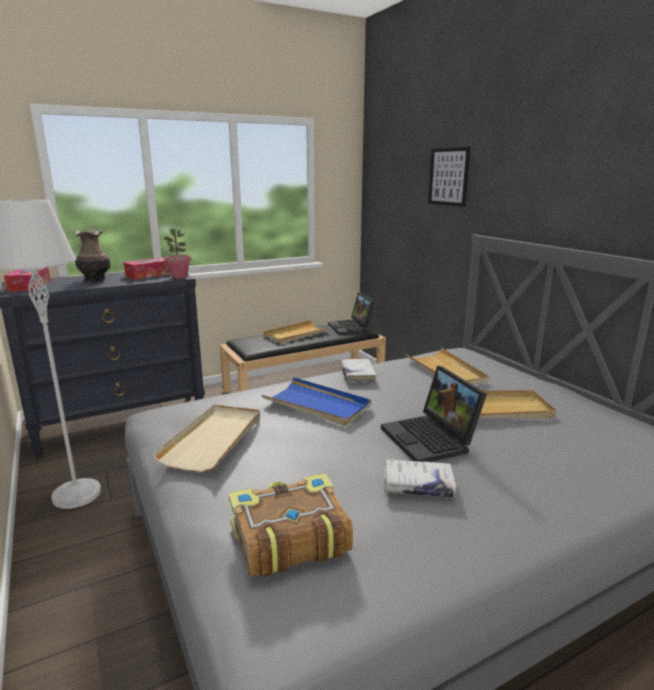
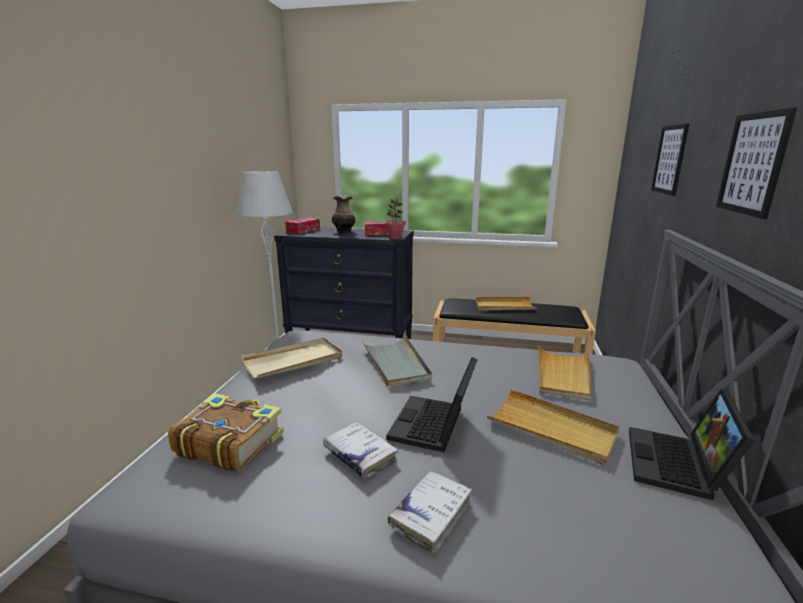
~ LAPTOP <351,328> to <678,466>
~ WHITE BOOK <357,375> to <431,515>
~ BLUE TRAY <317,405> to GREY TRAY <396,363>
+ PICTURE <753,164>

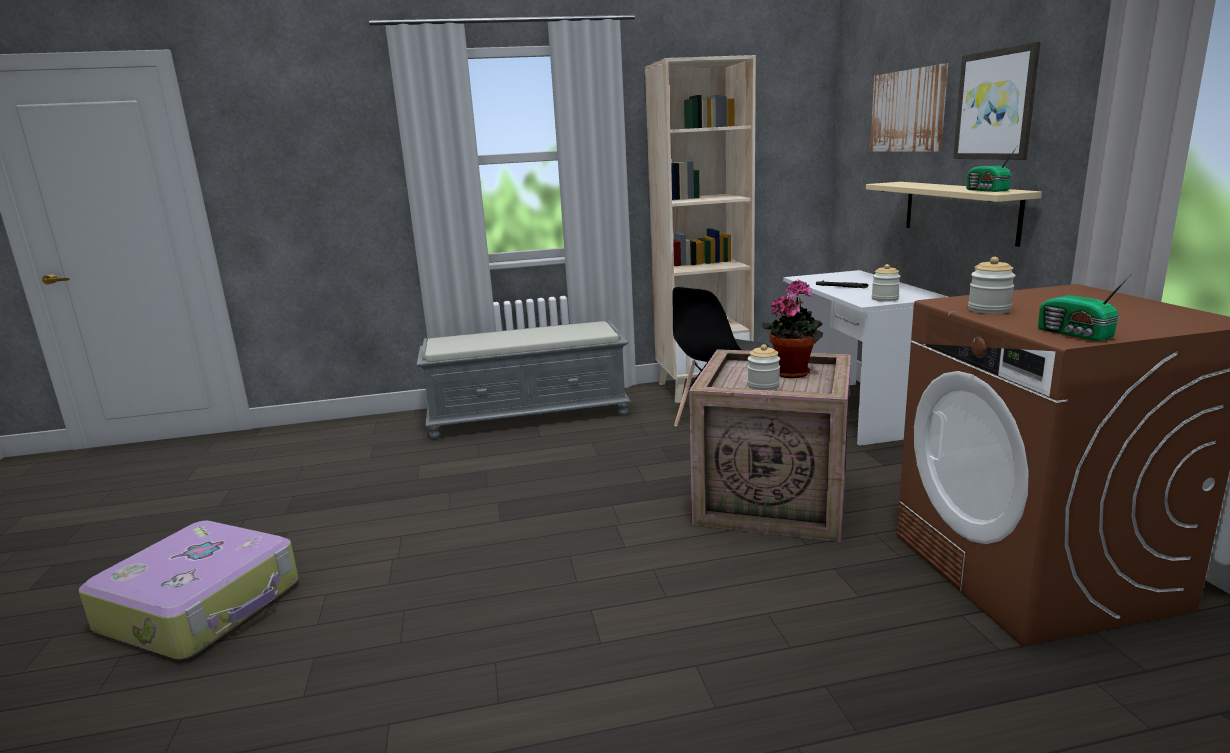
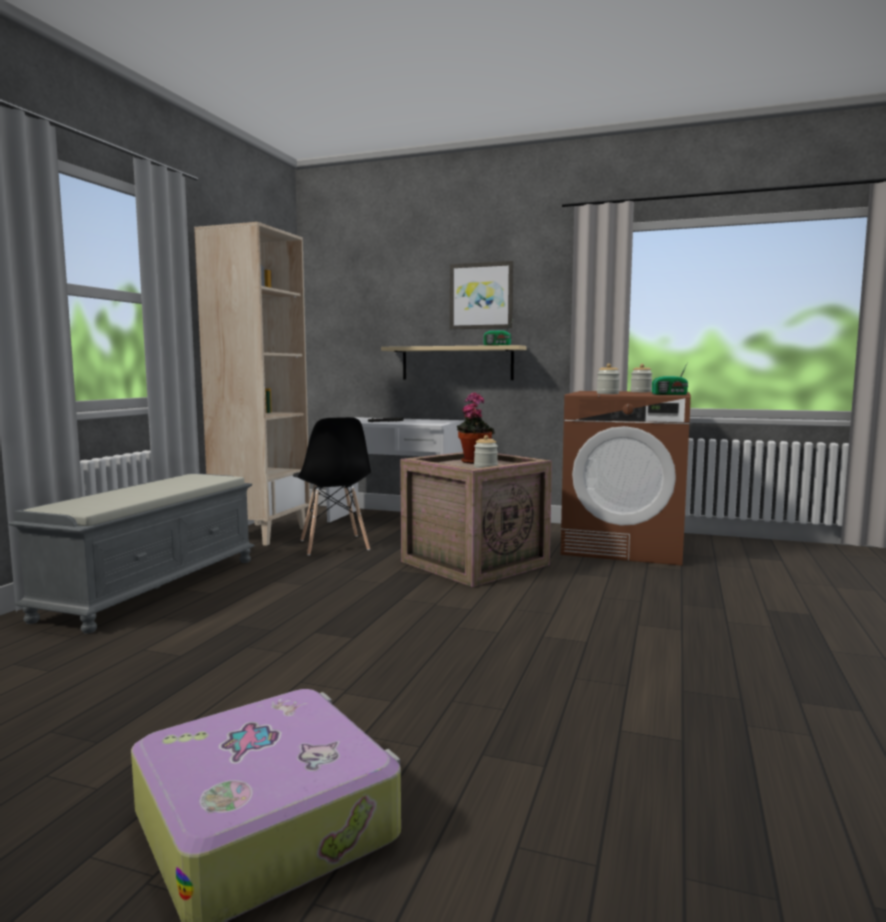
- PICTURE <908,111>
~ JAR <885,299> to <641,392>

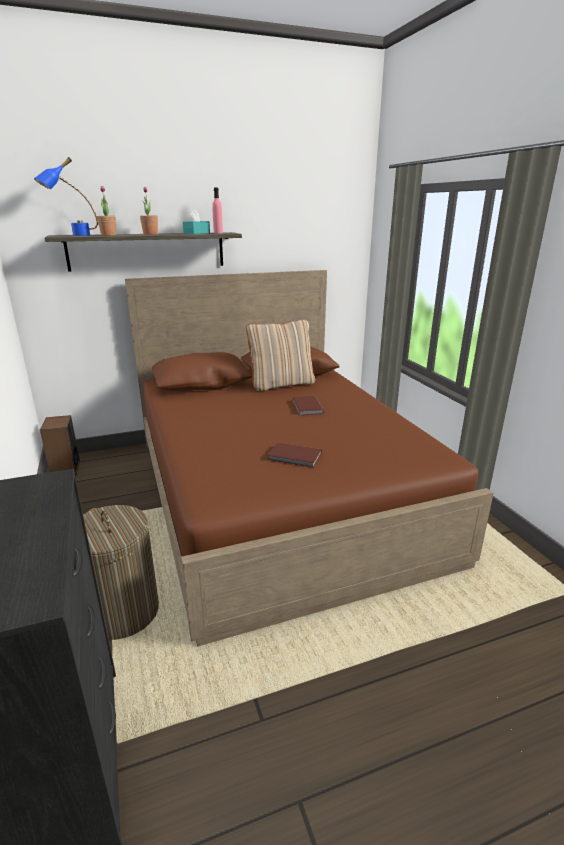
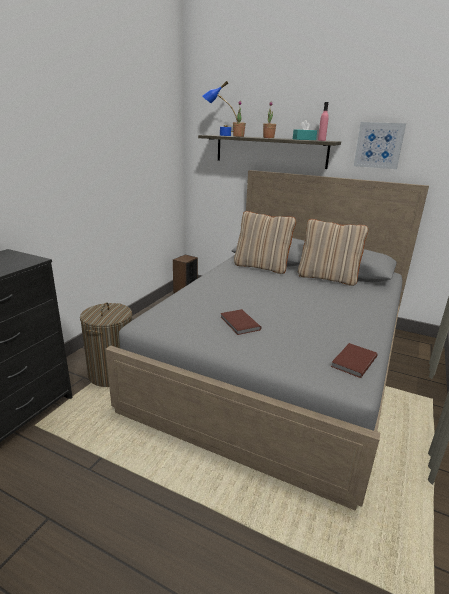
~ BROWN BED <279,493> to GREY BED <280,363>
~ BROWN BOOK <306,407> to <352,361>
+ PICTURE <379,145>
+ BEIGE PILLOW <262,267>

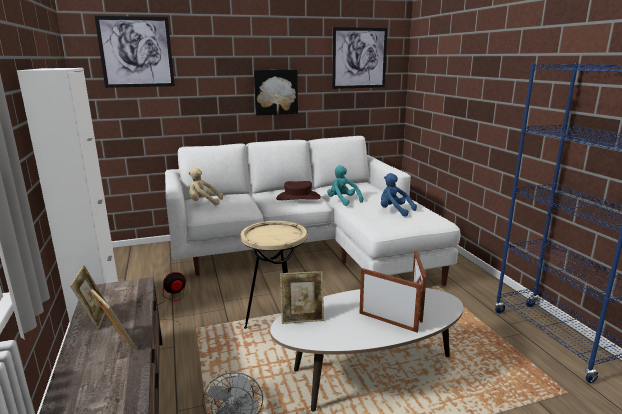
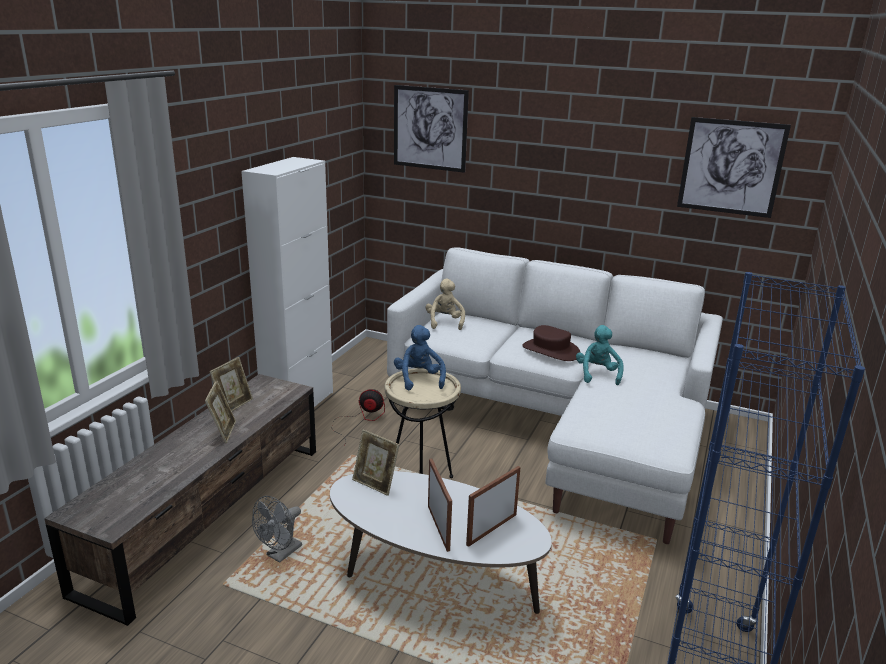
- PICTURE <275,92>
~ BEIGE PLUSH TOY <204,203> = <444,322> 45 degrees clockwise
~ BLUE PLUSH TOY <394,211> to <419,379>

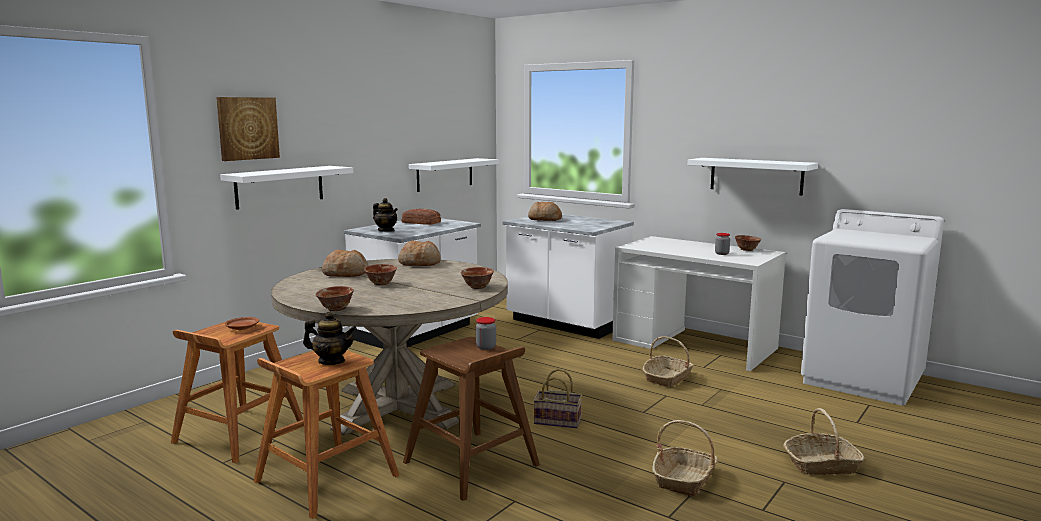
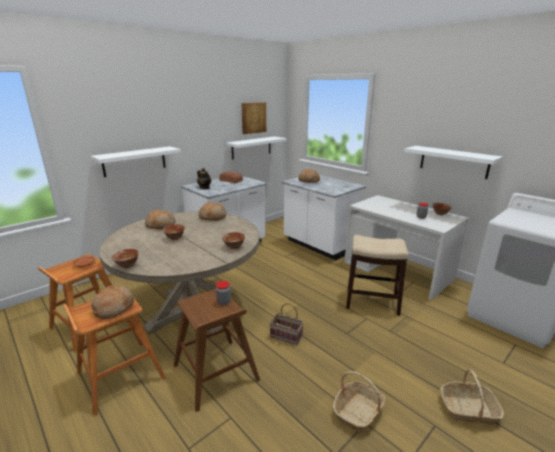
~ PICTURE <247,128> to <253,117>
~ TEAPOT <331,361> to BREAD <114,308>
~ BASKET <667,378> to STOOL <371,301>

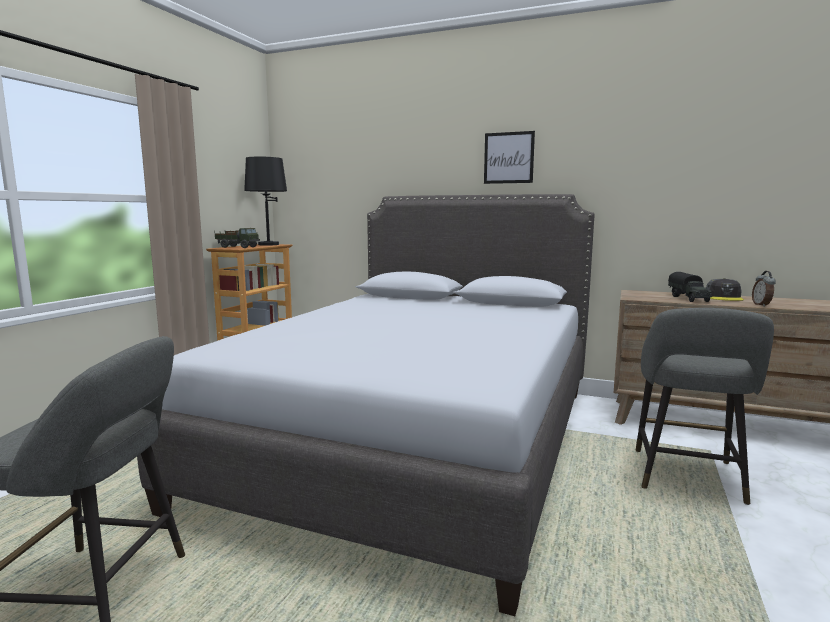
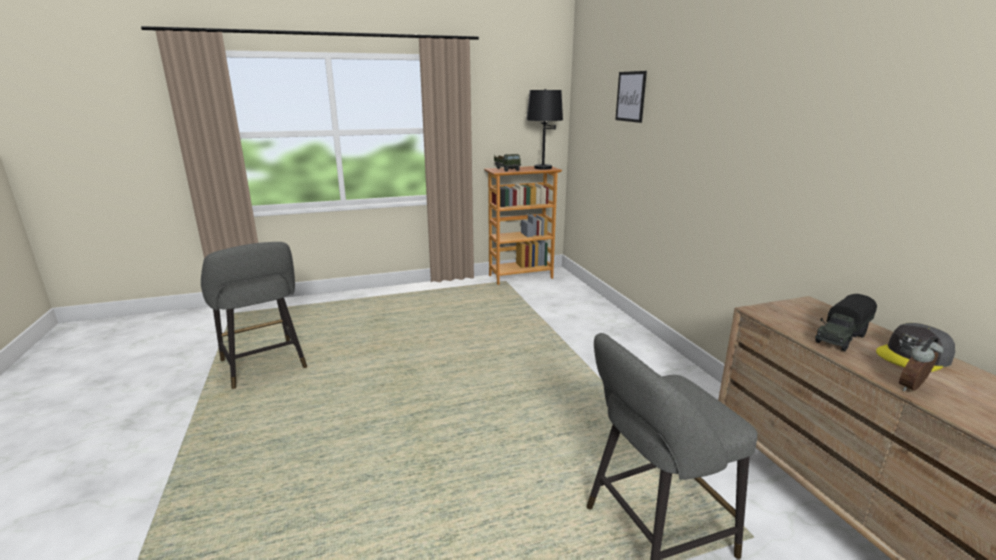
~ PICTURE <508,158> to <630,96>
- GREY BED <416,440>

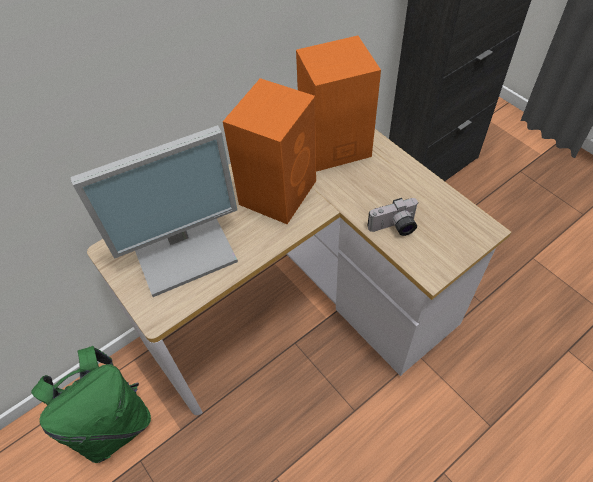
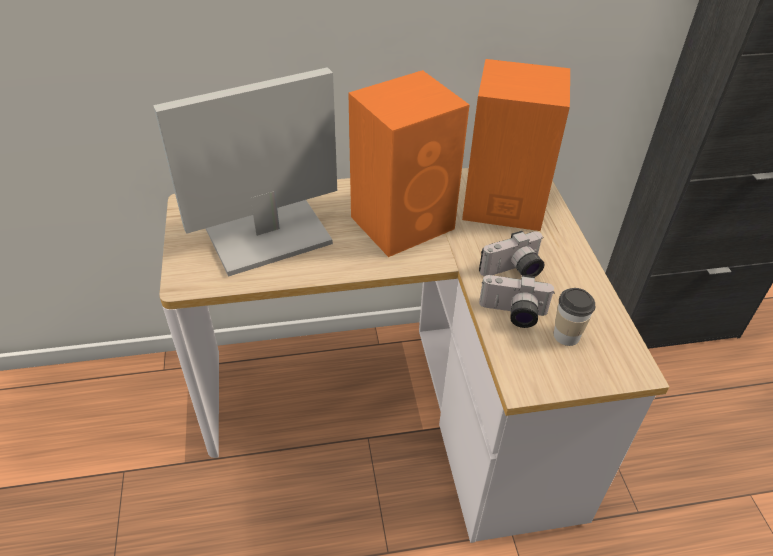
~ MONITOR <184,247> = <263,232> 150 degrees clockwise
- GREEN BACKPACK <113,423>
+ PHOTO CAMERA <513,271>
+ CUP <566,335>

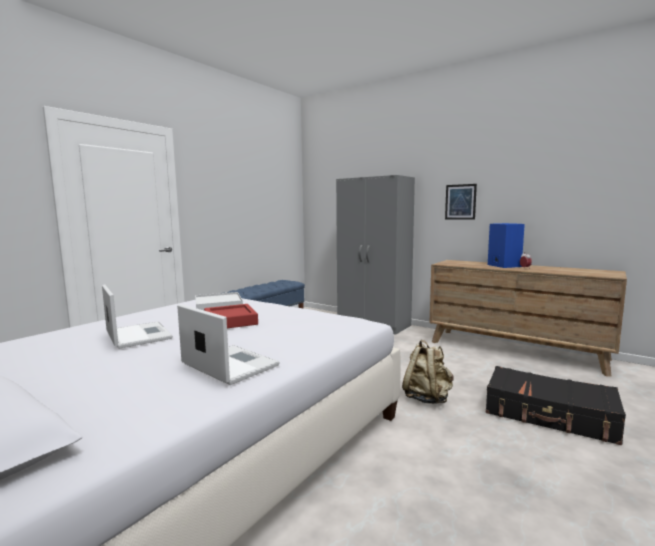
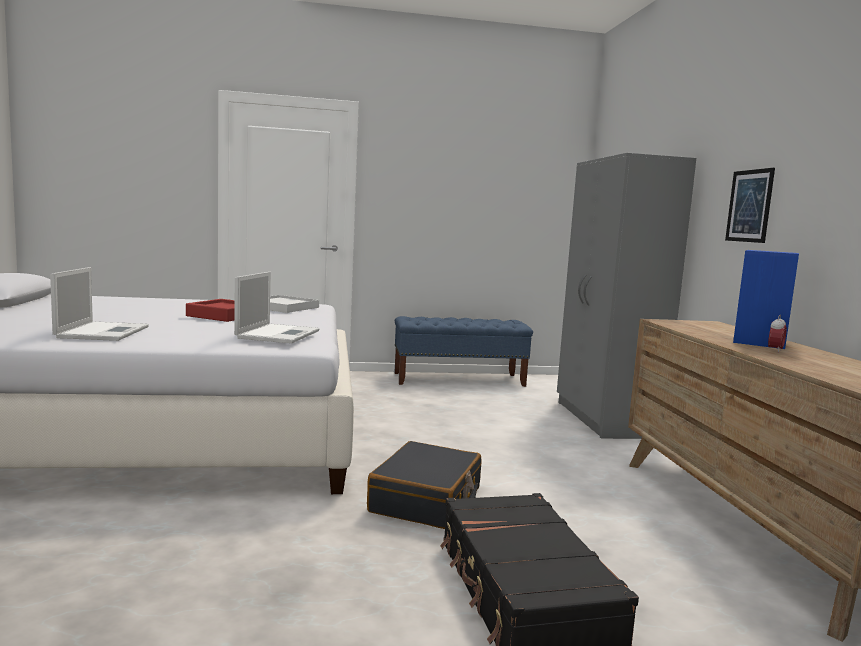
~ LAPTOP <138,335> to <278,334>
~ BEIGE BACKPACK <427,398> to BLACK SUITCASE <426,500>

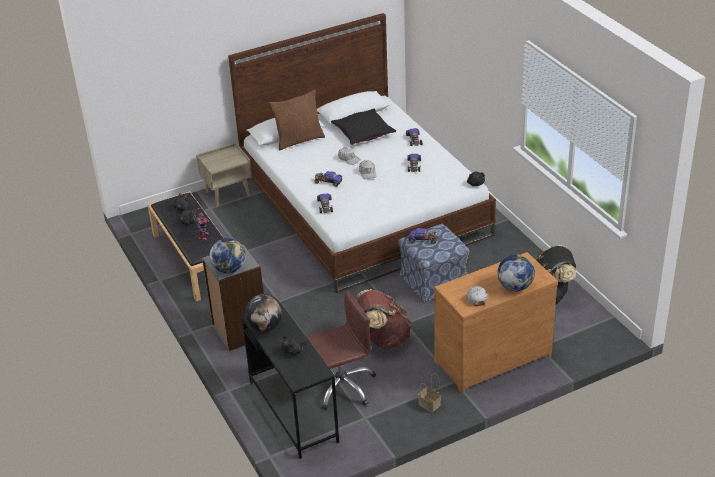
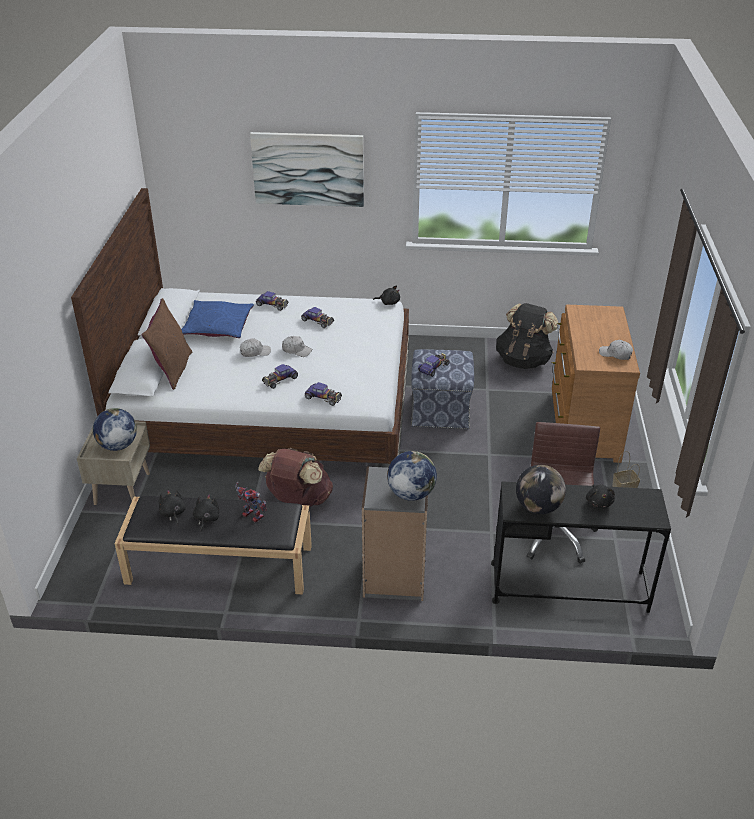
~ BLACK PILLOW <363,132> to BLUE PILLOW <217,327>
~ GLOBE <515,286> to <117,445>
~ BROWN BACKPACK <384,338> to <298,500>
+ PICTURE <308,169>

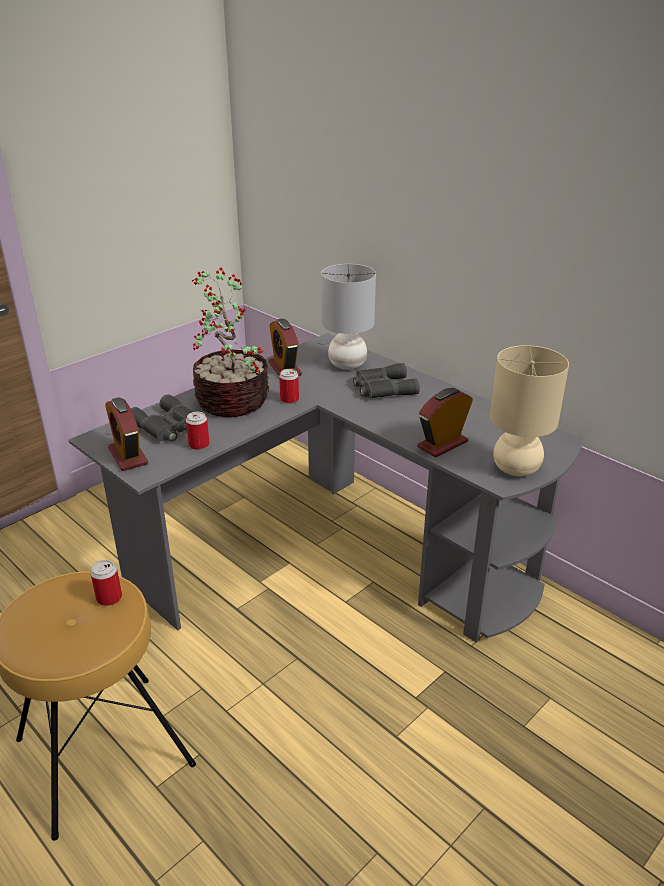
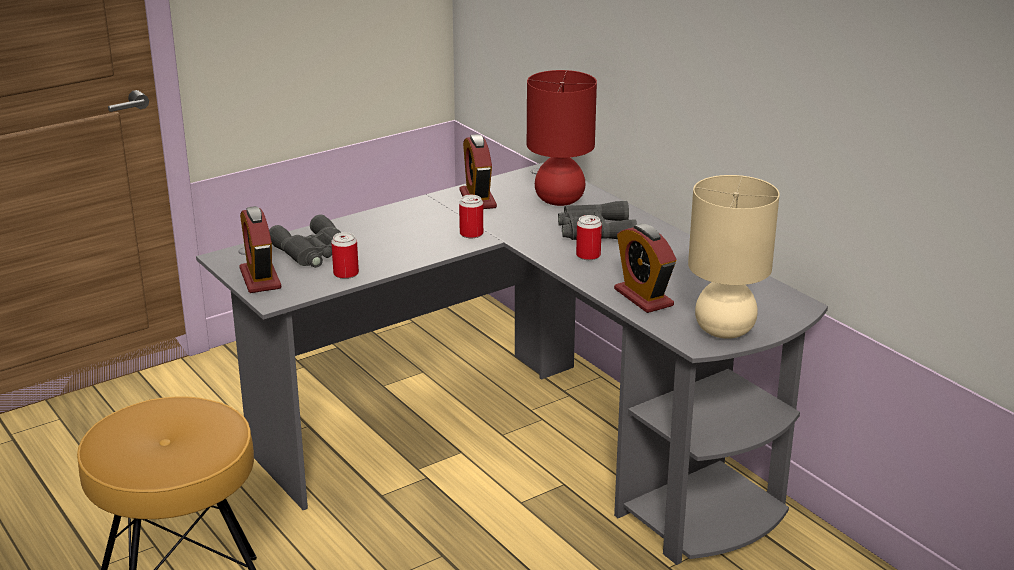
~ GREY TABLE LAMP <347,364> to RED TABLE LAMP <559,200>
- POTTED PLANT <231,400>
~ ALARM CLOCK <442,444> = <643,297> 90 degrees counterclockwise
~ CAN <109,598> to <588,256>

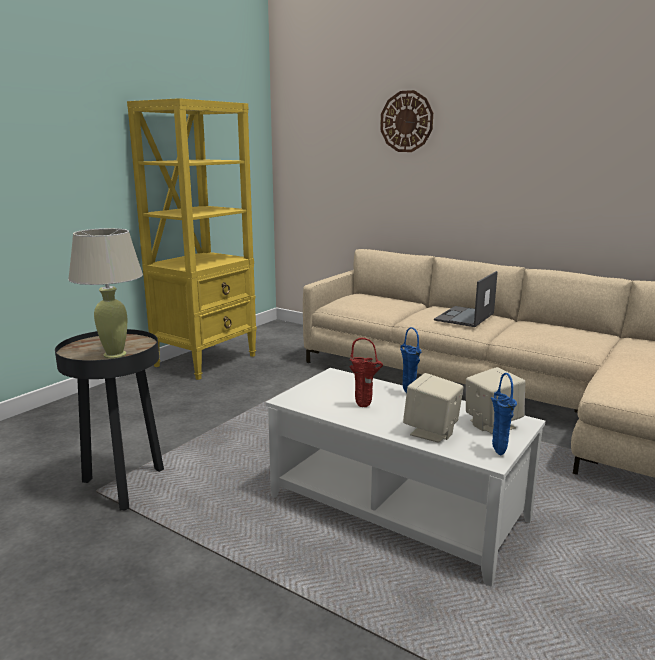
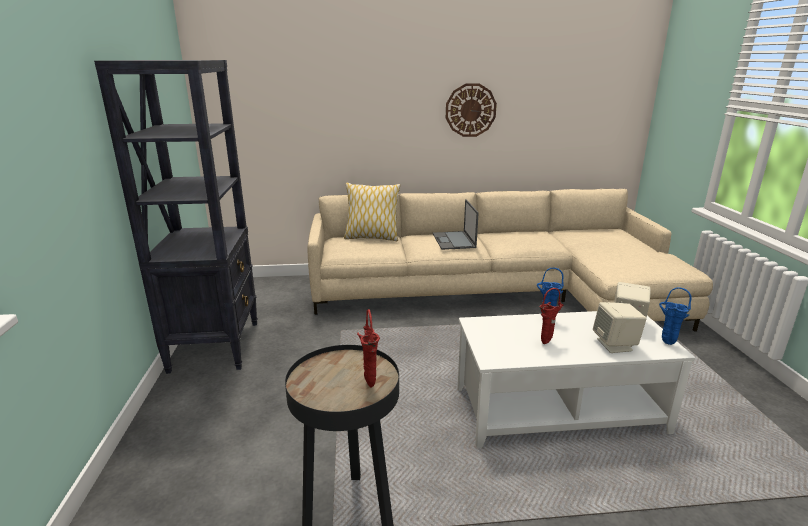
~ WALL CLOCK <406,121> to <470,110>
~ YELLOW BOOKCASE <206,360> to BLACK BOOKCASE <216,345>
~ BEIGE TABLE LAMP <115,354> to RED VASE <369,383>
+ PILLOW <372,238>

